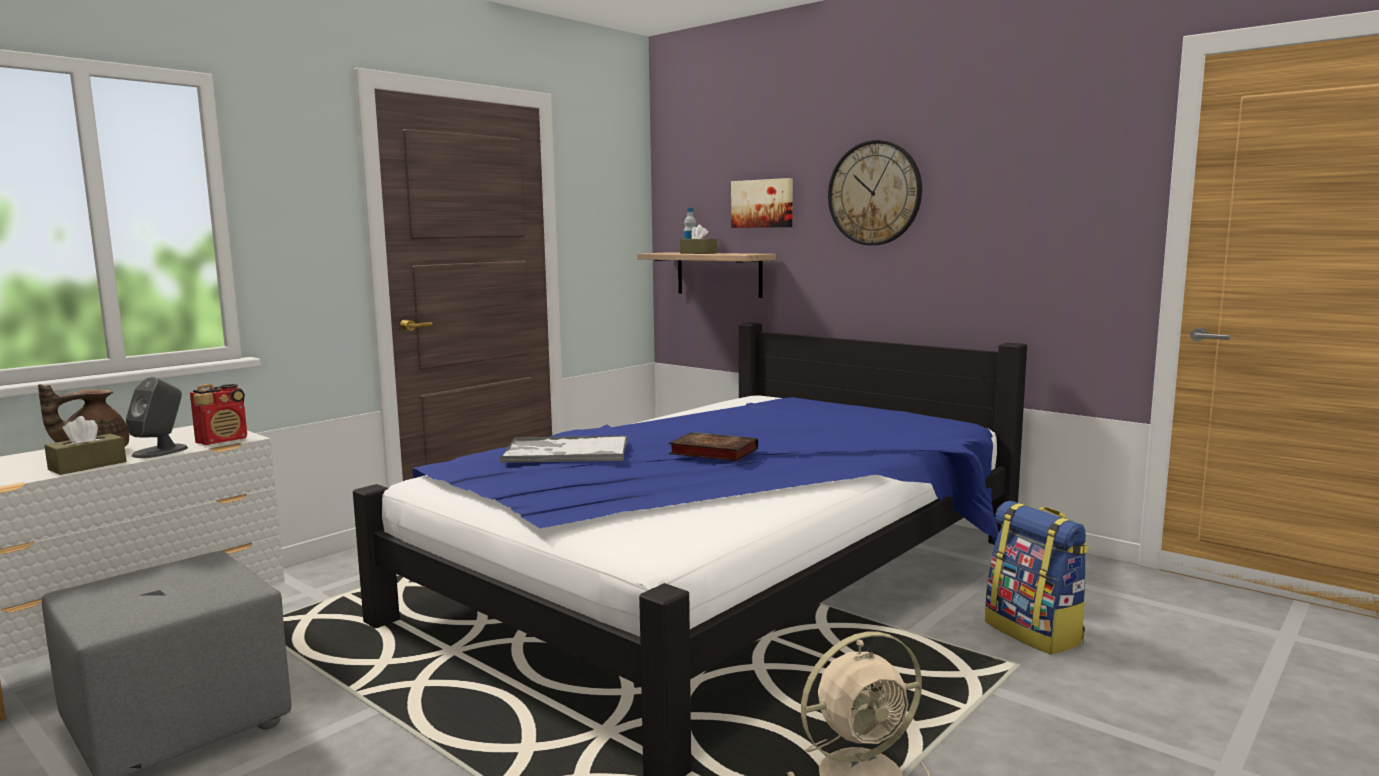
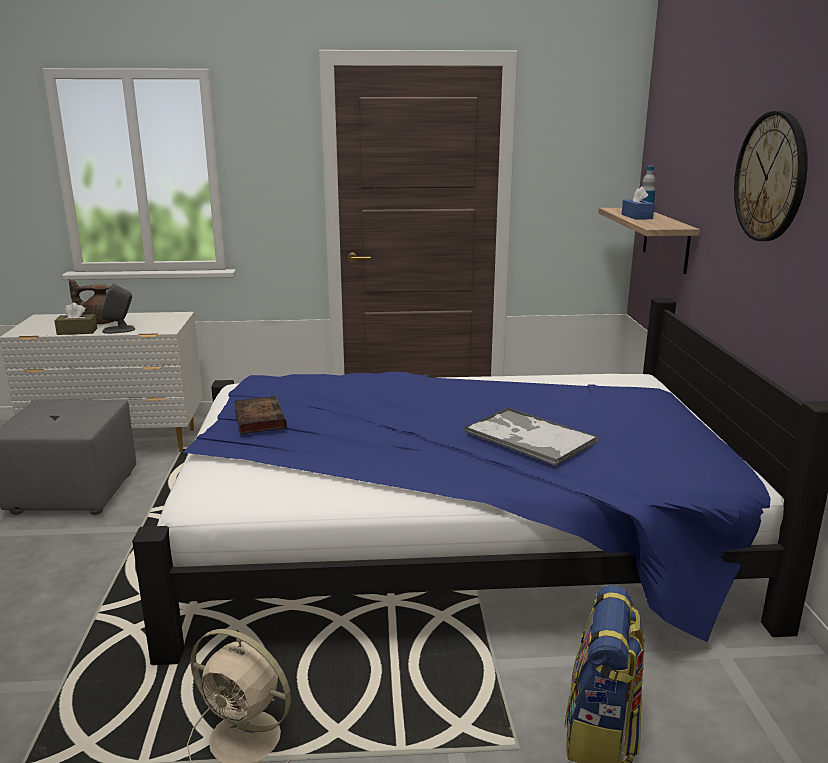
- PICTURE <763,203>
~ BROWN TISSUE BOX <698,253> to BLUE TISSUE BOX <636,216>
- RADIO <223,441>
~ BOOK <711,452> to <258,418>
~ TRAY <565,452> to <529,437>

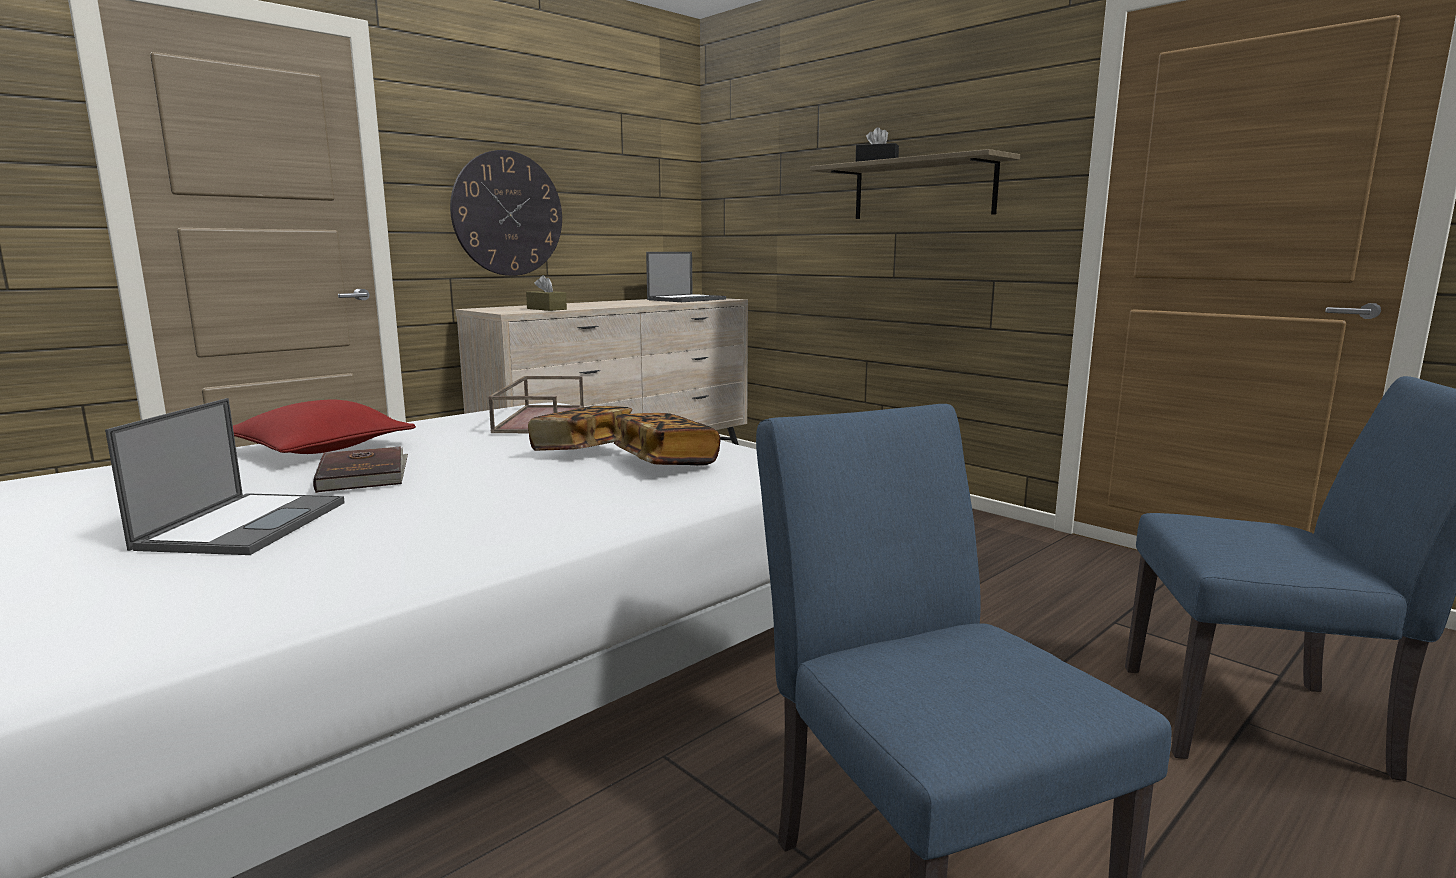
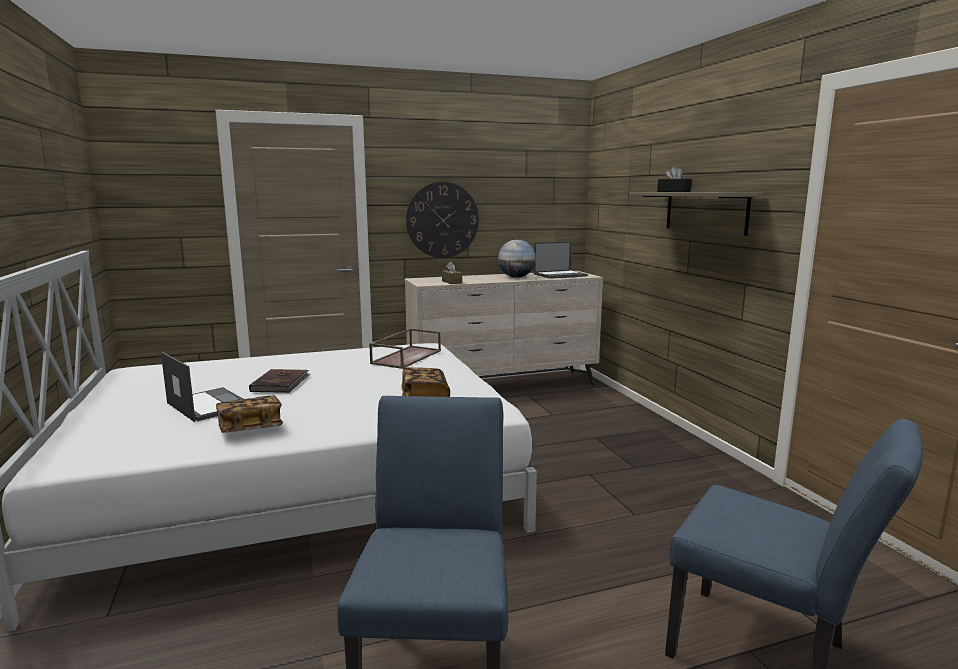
~ LAPTOP <245,524> = <208,405> 75 degrees counterclockwise
- RED PILLOW <319,449>
~ BOOK <582,450> to <250,428>
+ GLOBE <516,277>

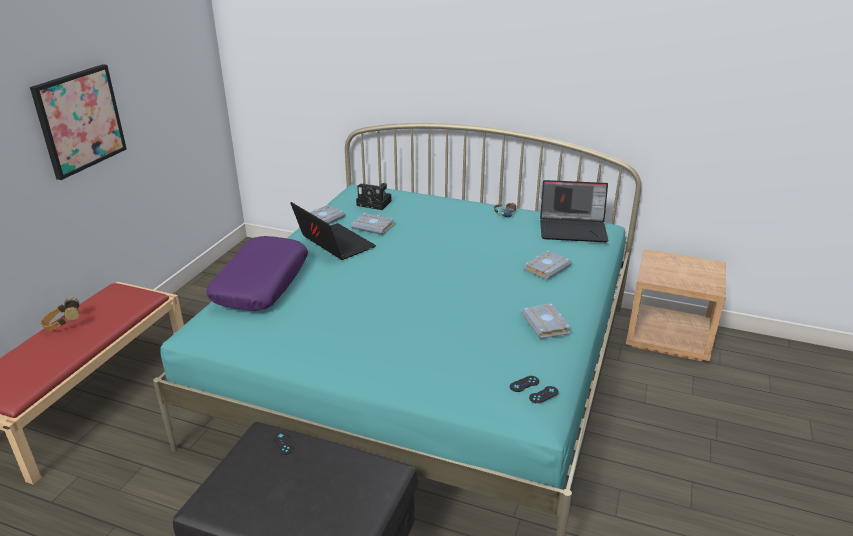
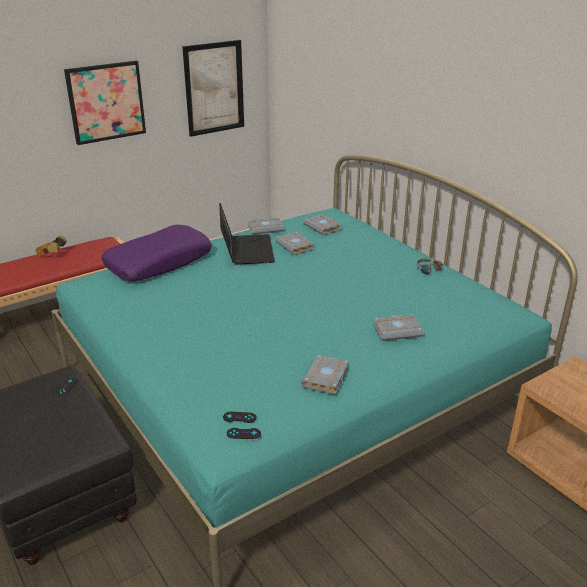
- LAPTOP <573,229>
~ PHOTO CAMERA <375,203> to GREY BOOK <323,227>
+ PICTURE <214,88>

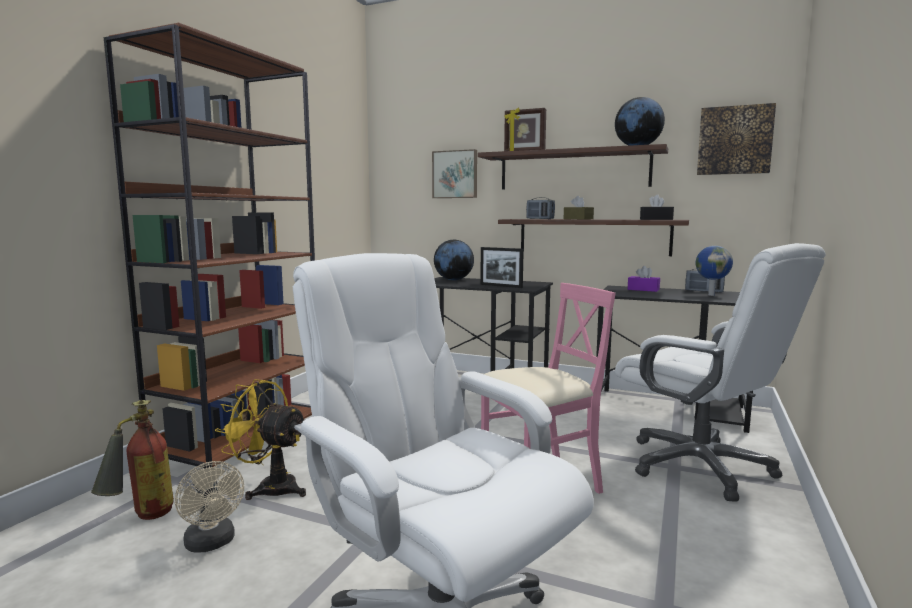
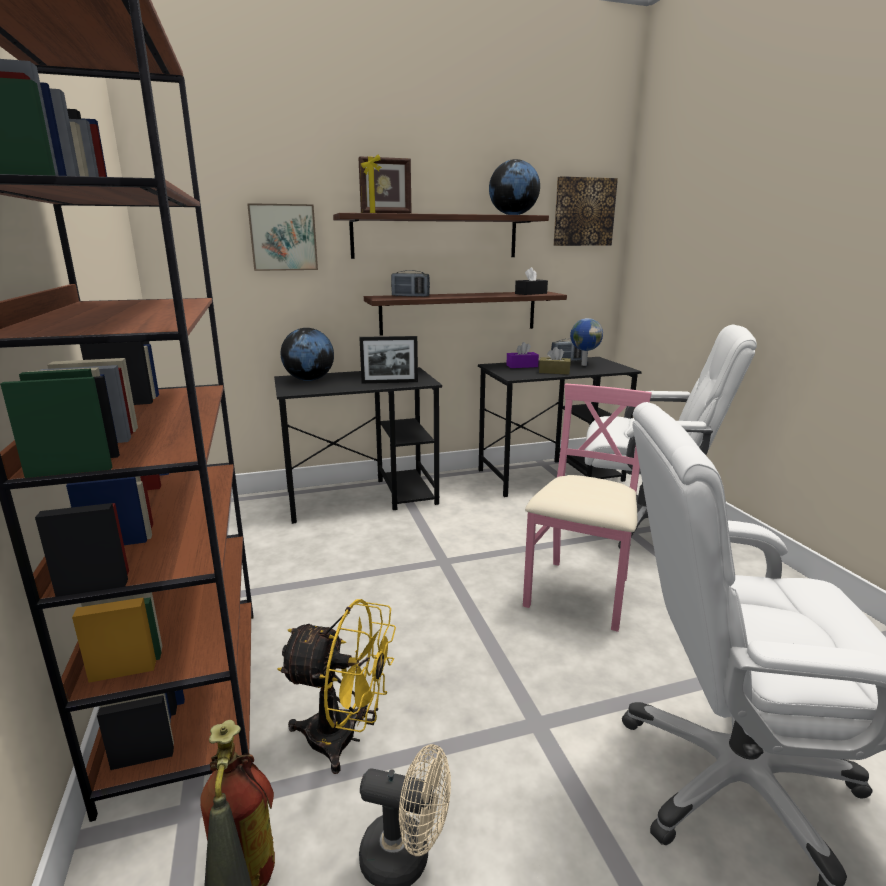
~ BROWN TISSUE BOX <578,219> to <554,372>
~ YELLOW FAN <270,487> = <345,738> 150 degrees counterclockwise

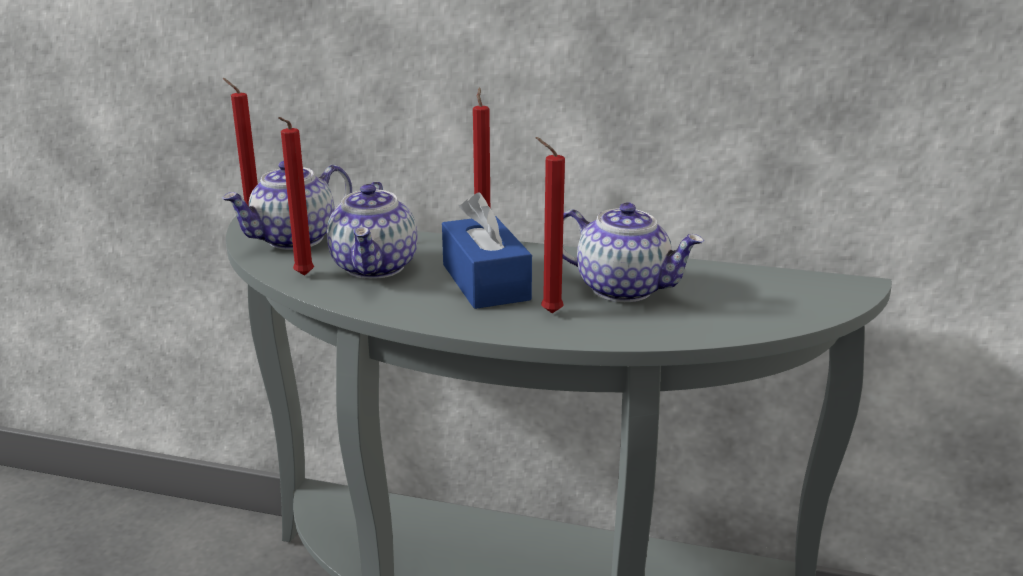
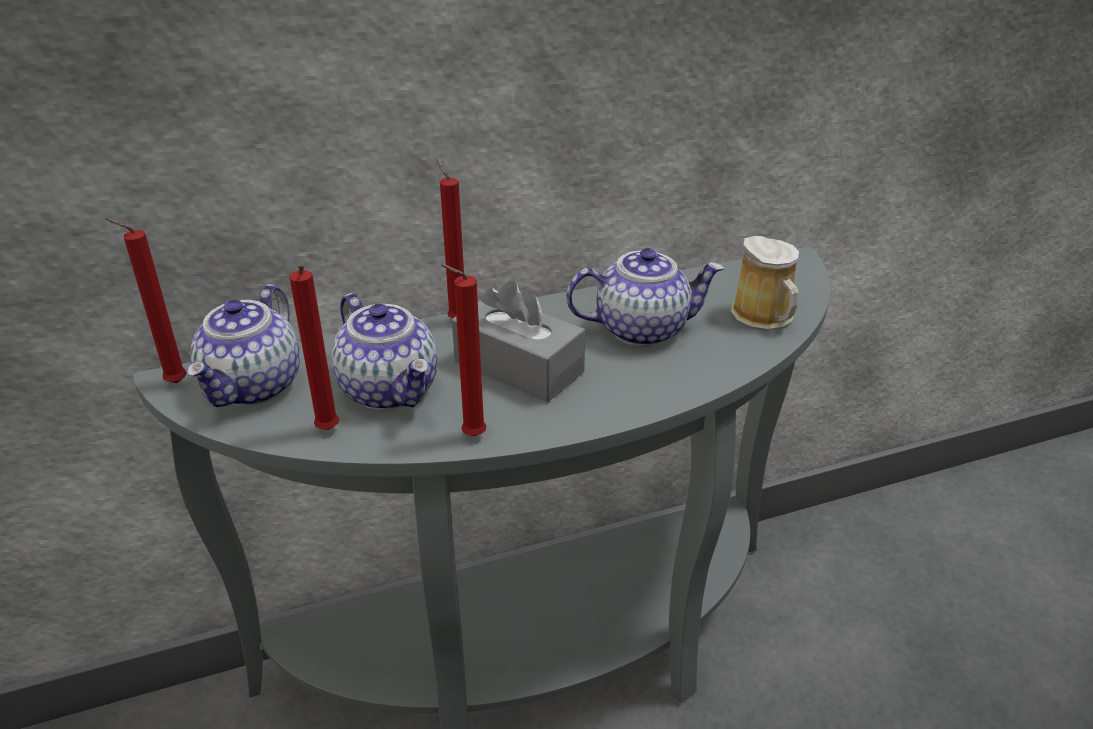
~ RED CANDLE <548,312> to <470,436>
~ BLUE TISSUE BOX <485,282> to GREY TISSUE BOX <518,367>
+ MUG <764,317>

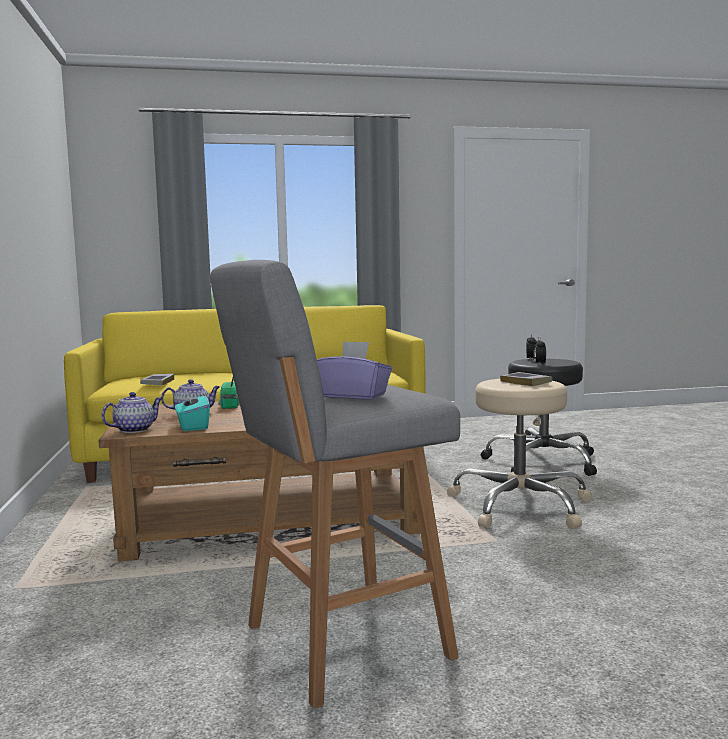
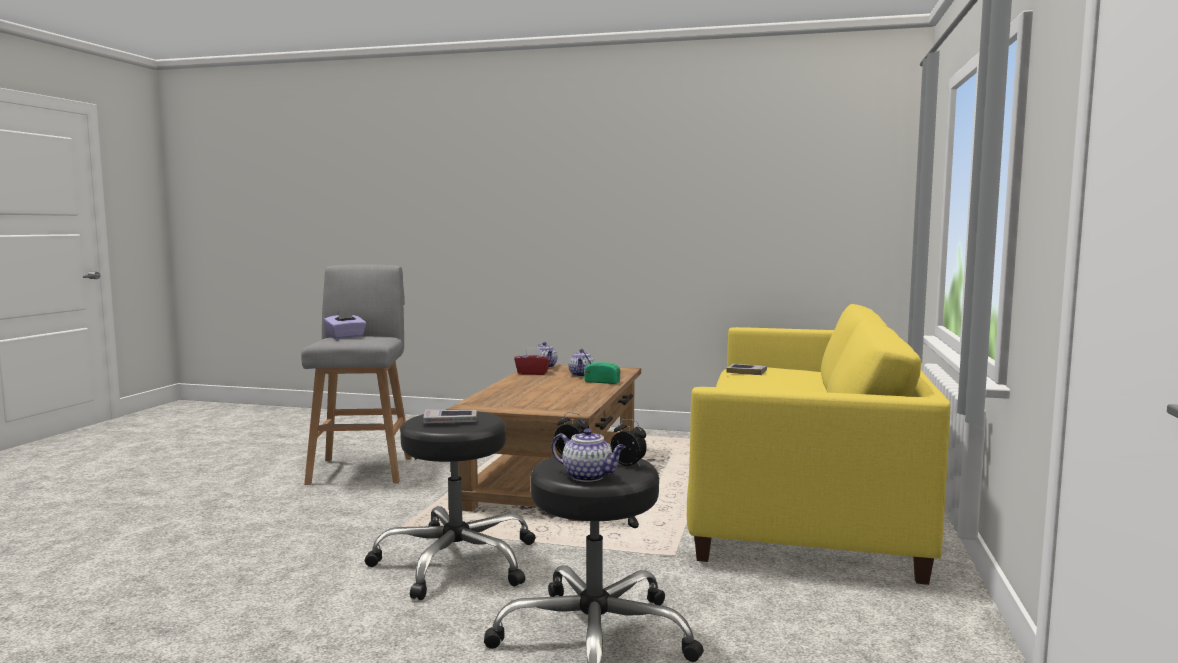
~ BEIGE STOOL <520,506> to BLACK STOOL <455,562>
~ TURQUOISE TISSUE BOX <192,427> to RED TISSUE BOX <532,373>
+ TEAPOT <589,476>

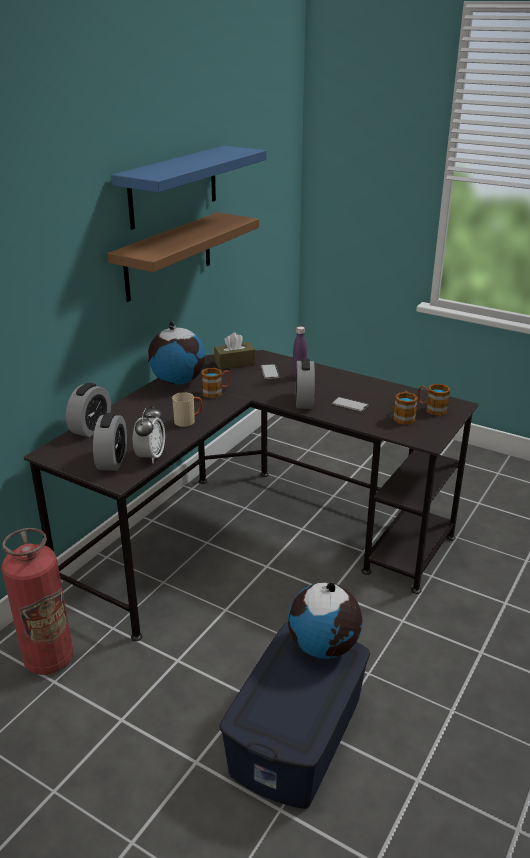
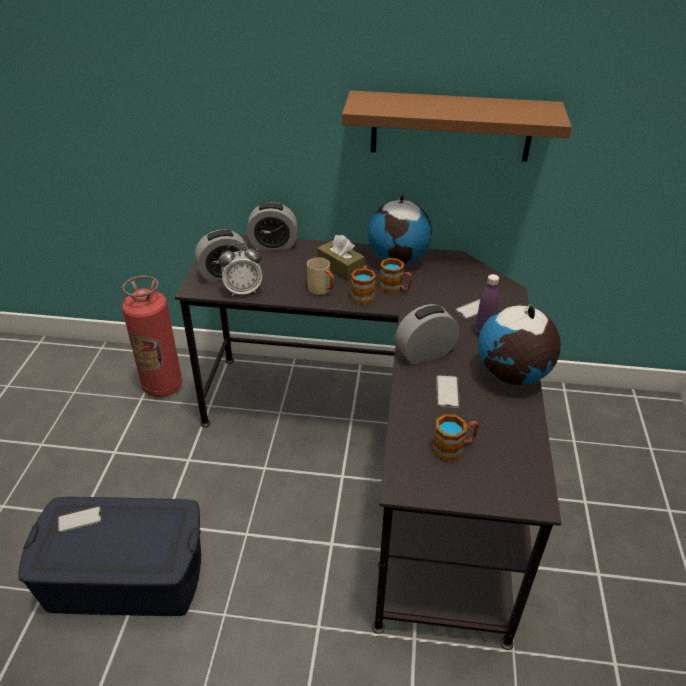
- BLUE SHELF <173,186>
~ BROWN TISSUE BOX <234,363> to <340,268>
~ MUG <431,409> to <363,294>
~ GLOBE <324,647> to <512,375>
+ PHONE <80,519>

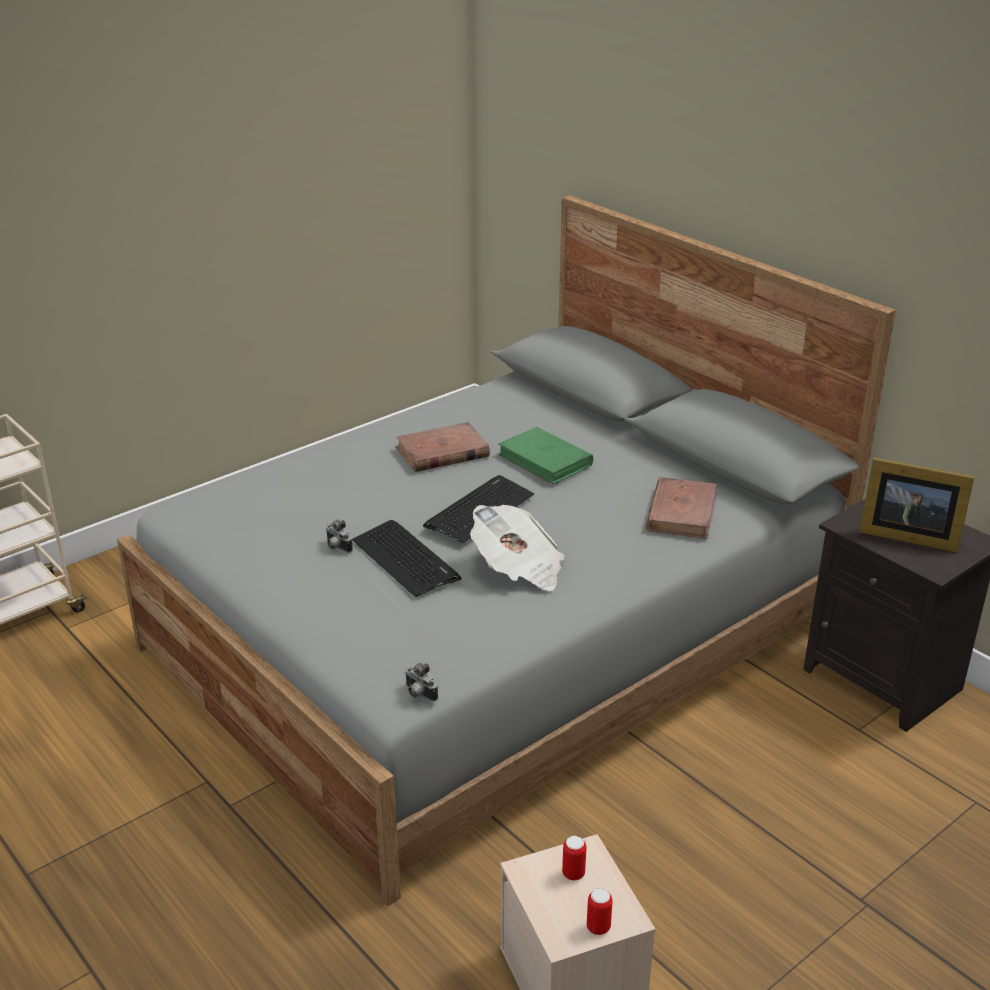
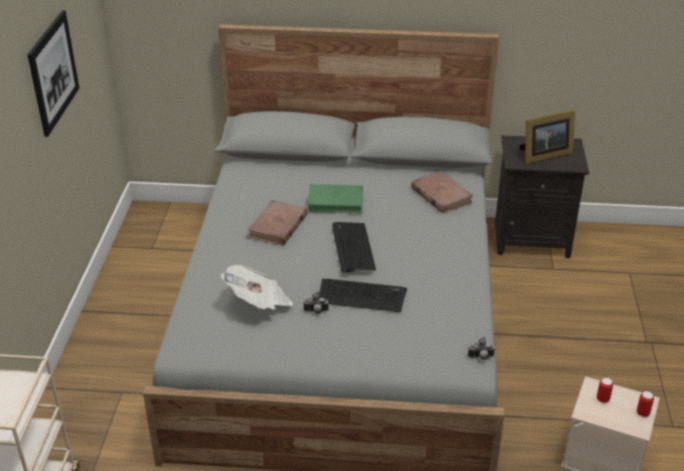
~ NEWSPAPER <518,569> to <258,302>
+ PICTURE <53,72>

